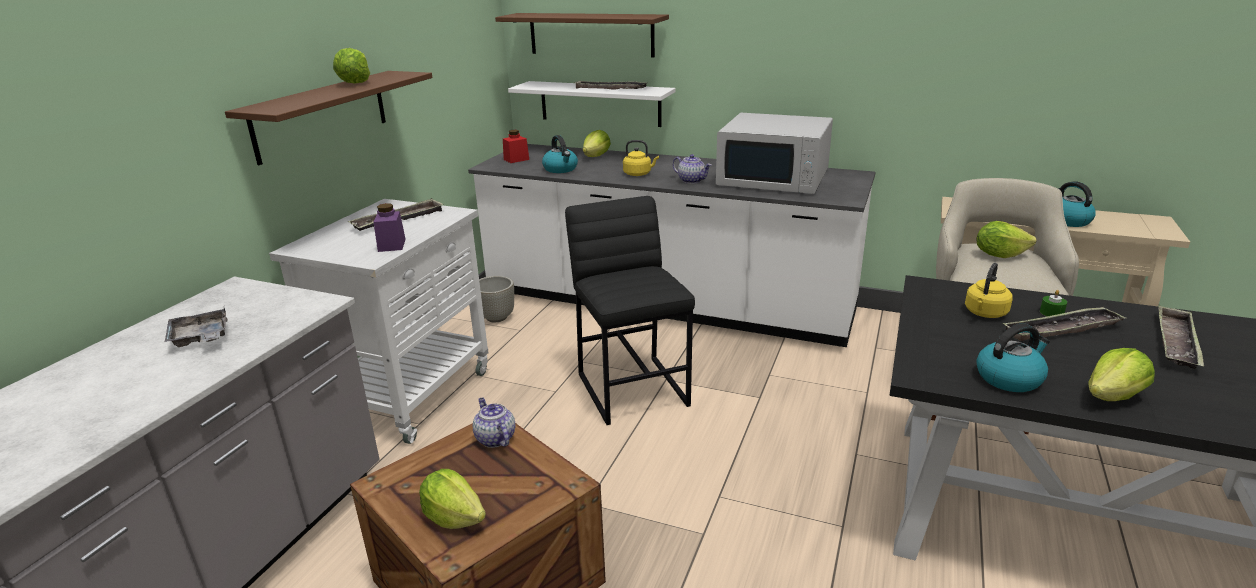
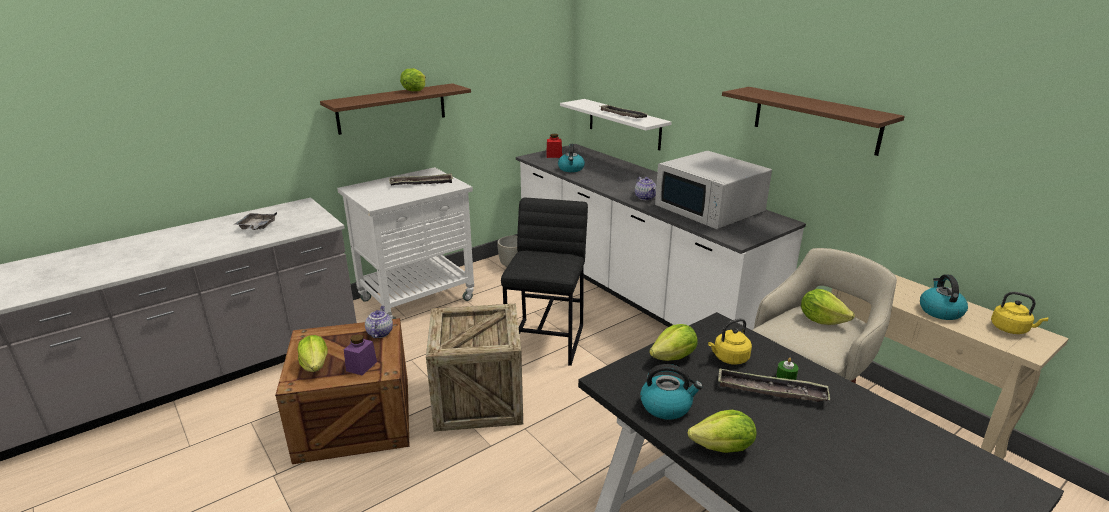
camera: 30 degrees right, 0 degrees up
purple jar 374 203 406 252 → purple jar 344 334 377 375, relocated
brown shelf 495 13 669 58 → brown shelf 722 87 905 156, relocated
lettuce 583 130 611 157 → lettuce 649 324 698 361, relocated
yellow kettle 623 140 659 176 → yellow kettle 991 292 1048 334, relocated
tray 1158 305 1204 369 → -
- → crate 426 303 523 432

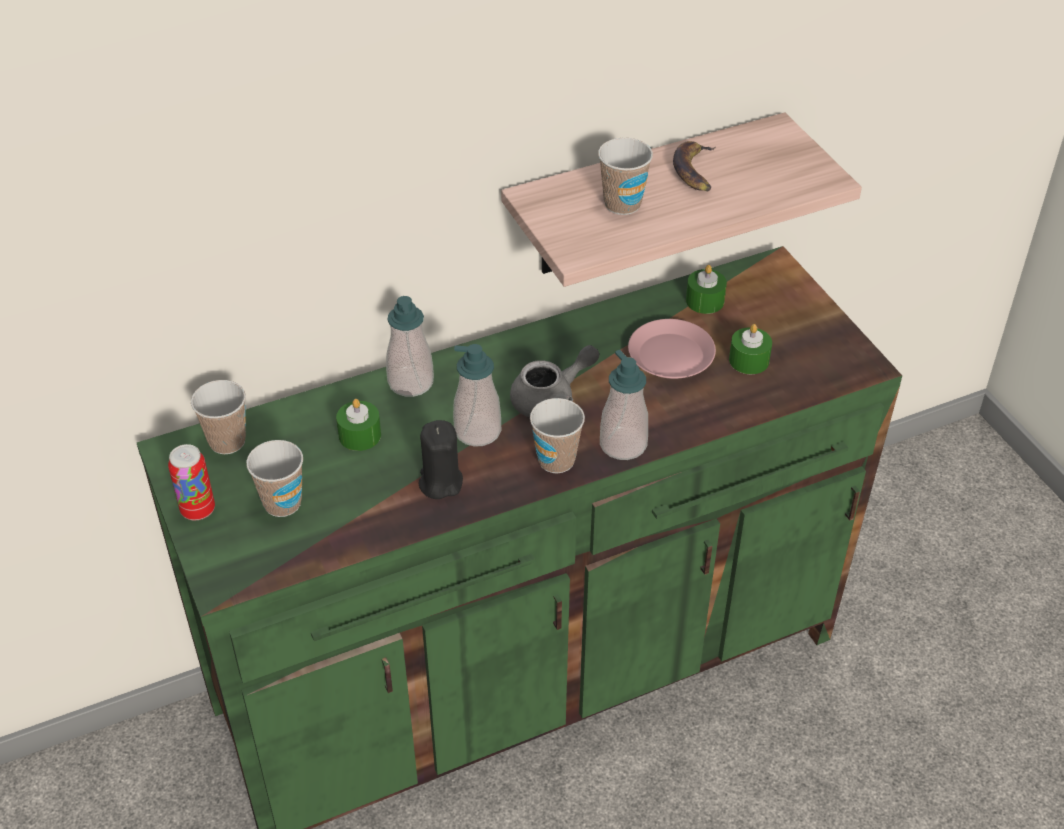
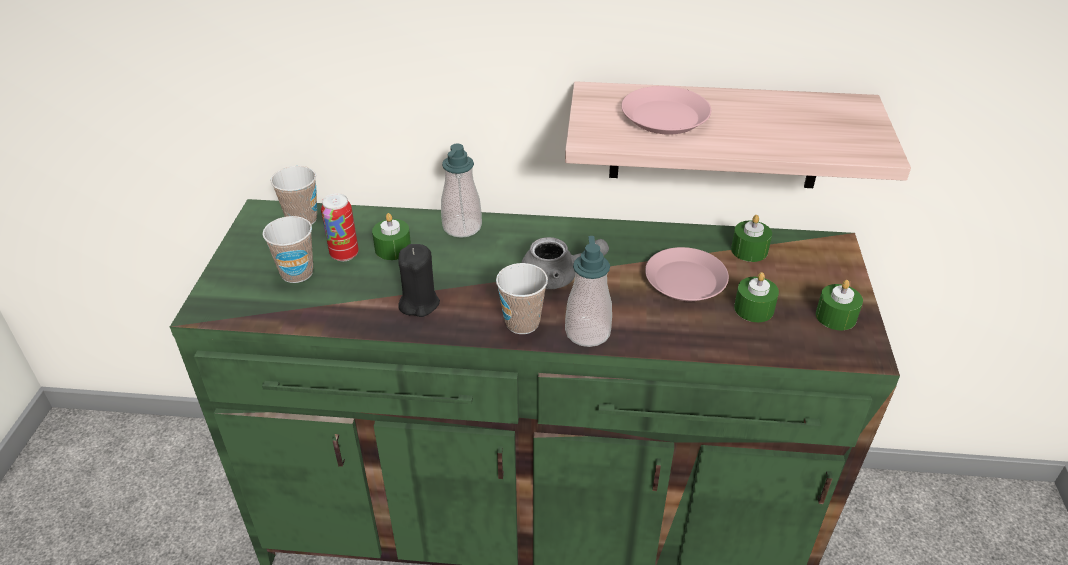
camera: 30 degrees right, 5 degrees down
can 168 444 215 520 → can 321 193 359 261, relocated
soap dispenser 453 344 501 447 → -
cup 598 138 653 215 → pink plate 621 86 711 135
banana 673 141 716 191 → -
- → green candle 816 280 863 330

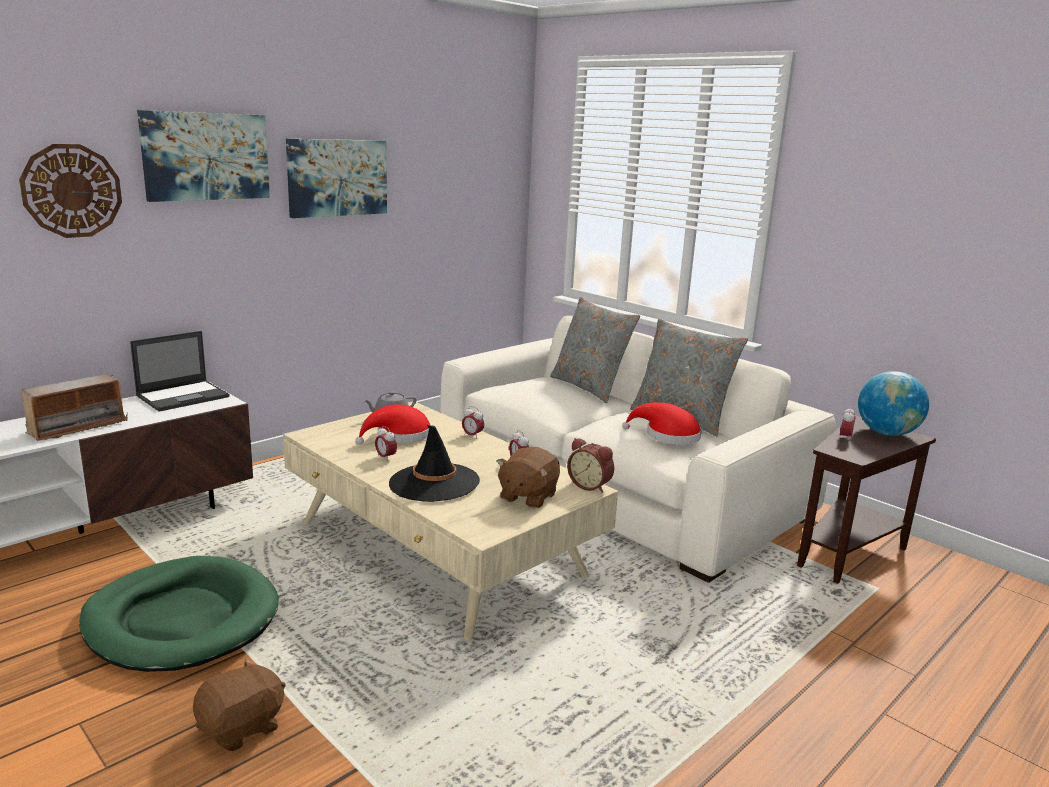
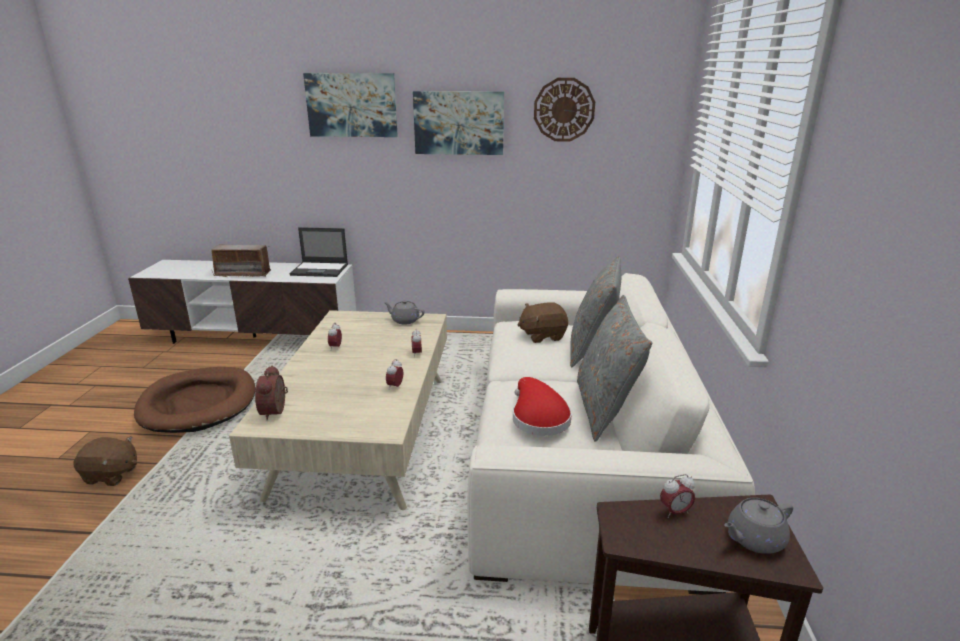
camera: 50 degrees right, 5 degrees up
wall clock 19 144 122 238 → wall clock 534 78 595 142, relocated
green dog bed 79 556 279 672 → brown dog bed 134 367 255 433
red hat 355 404 431 445 → -
black hat 389 425 480 502 → -
brown plush toy 496 447 560 509 → brown plush toy 517 302 568 343, relocated
alarm clock 567 438 614 493 → alarm clock 255 365 288 420, relocated
globe 858 371 929 436 → grey teapot 724 498 793 554

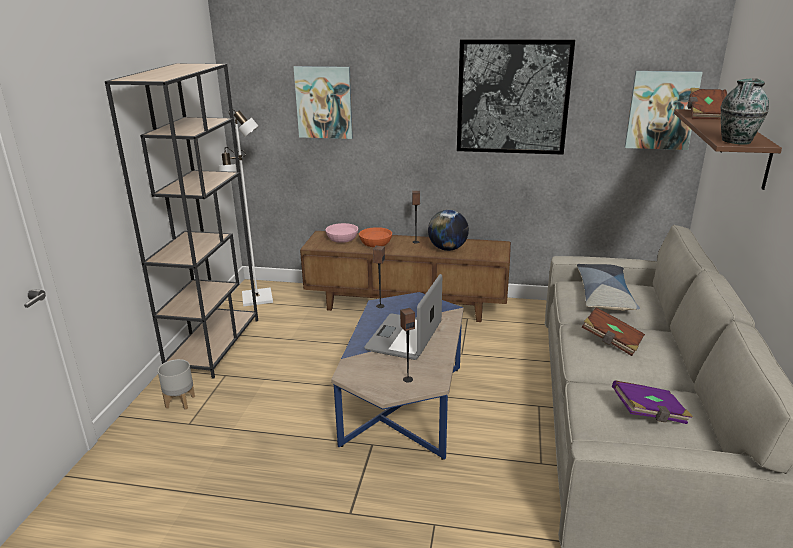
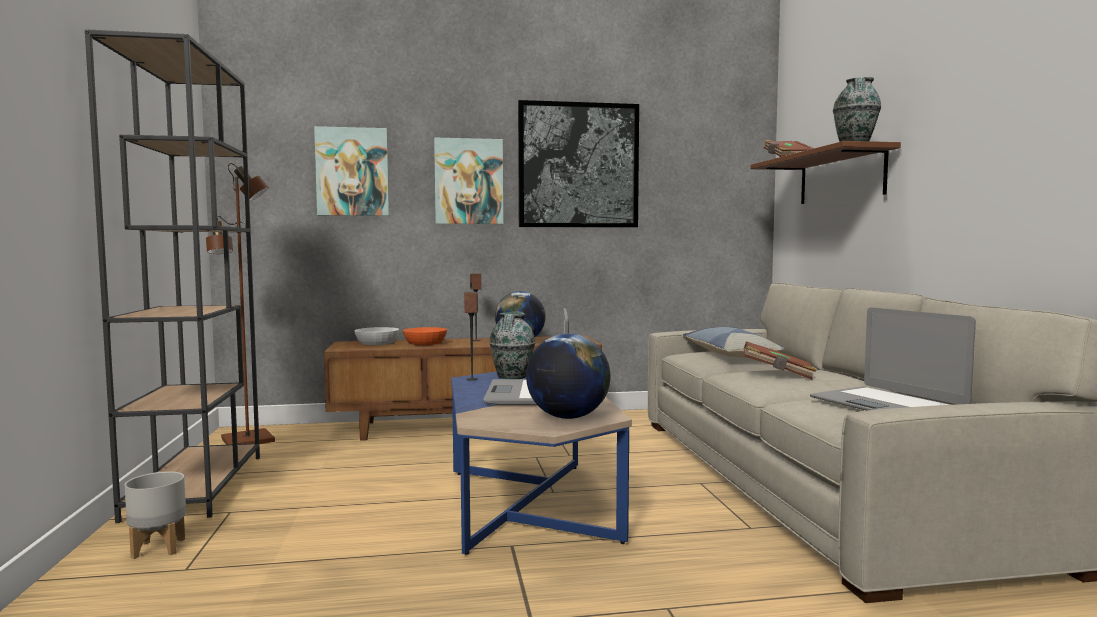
camera: 20 degrees left, 20 degrees down
white floor lamp 218 110 273 306 → brown floor lamp 206 163 275 445
pink bowl 325 223 358 243 → white bowl 354 327 399 345
speaker 400 308 415 383 → globe 526 334 610 419
purple book 612 380 693 424 → laptop 810 307 976 411
picture 625 71 703 150 → picture 434 138 503 224, relocated
- → vase 489 311 535 379

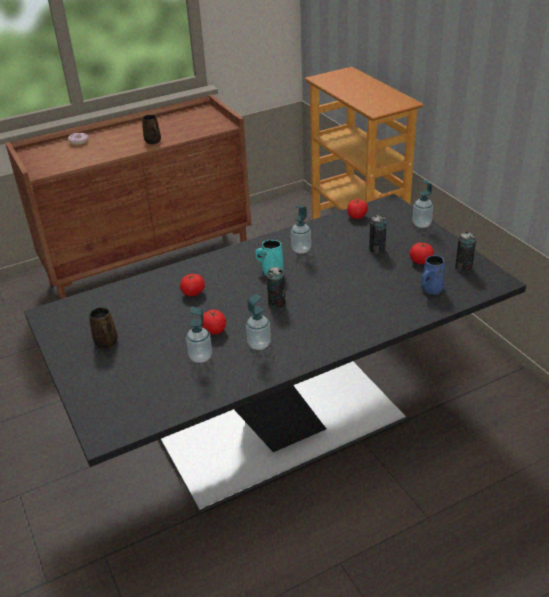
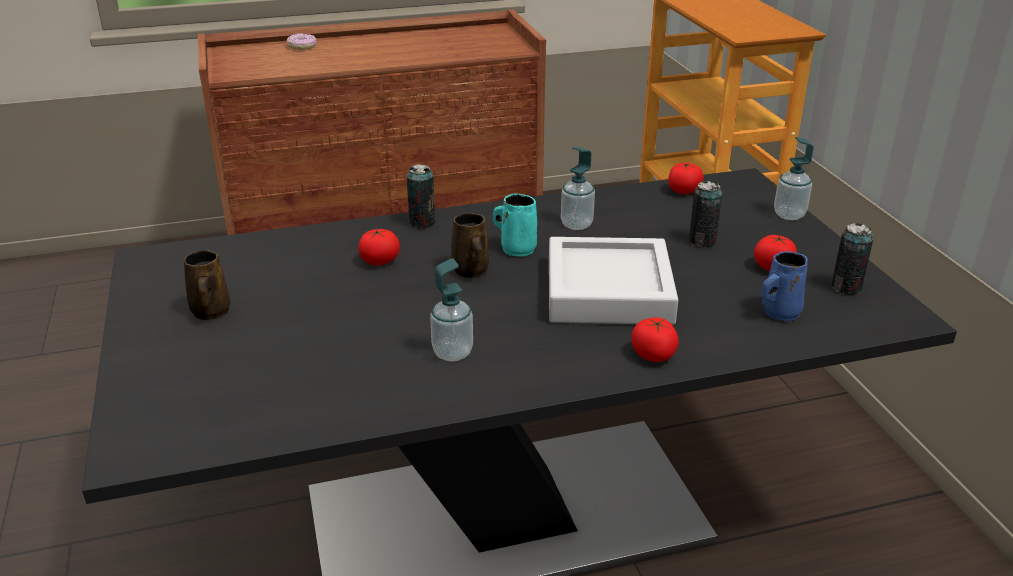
camera: 10 degrees right, 5 degrees down
brown mug 142 115 161 144 → brown mug 451 212 489 278, relocated
soap dispenser 186 307 212 363 → -
tomato 202 309 226 335 → tomato 631 317 679 362, relocated
can 267 267 286 308 → can 407 164 435 228, relocated
- → grey tray 549 237 678 325

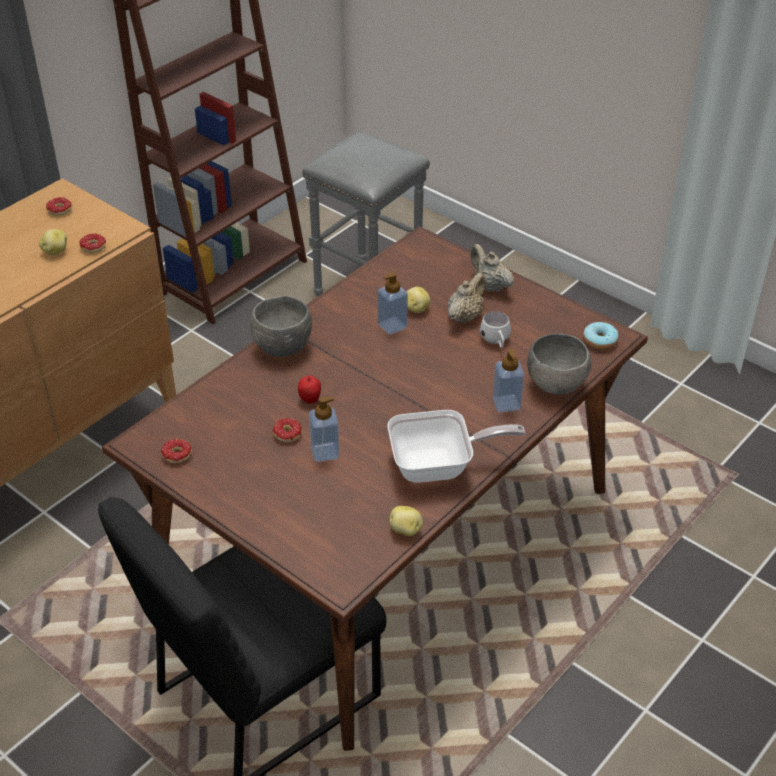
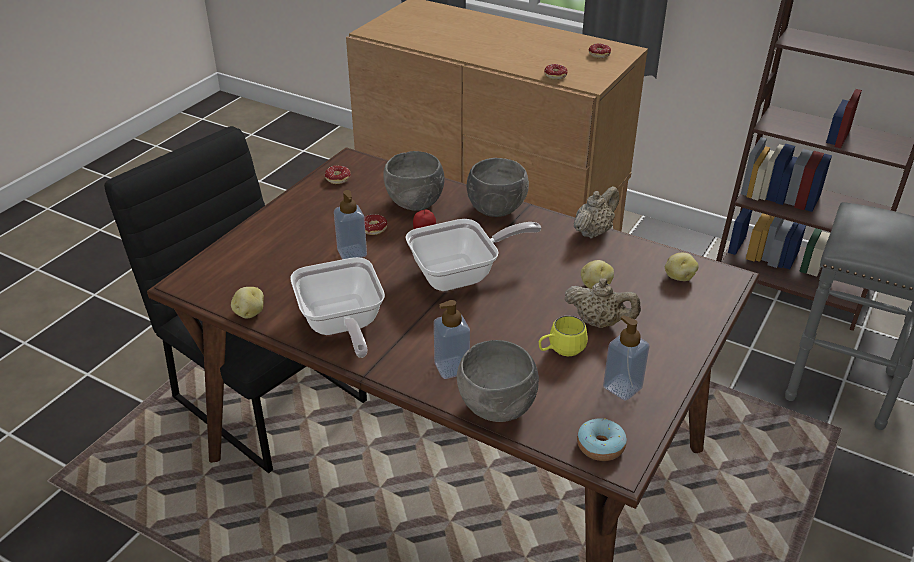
camera: 80 degrees right, 5 degrees down
potato 39 229 67 255 → potato 665 253 699 281, relocated
soap dispenser 378 272 408 335 → soap dispenser 603 315 650 401, relocated
beige teapot 471 244 514 292 → beige teapot 574 186 619 239, relocated
white mug 480 311 511 348 → yellow mug 539 316 588 356
- → grey bowl 383 151 445 211
- → frying pan 405 219 541 291

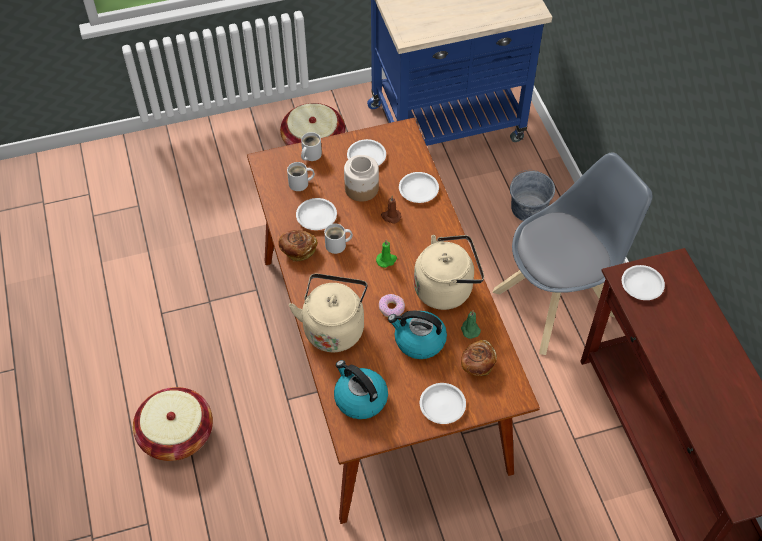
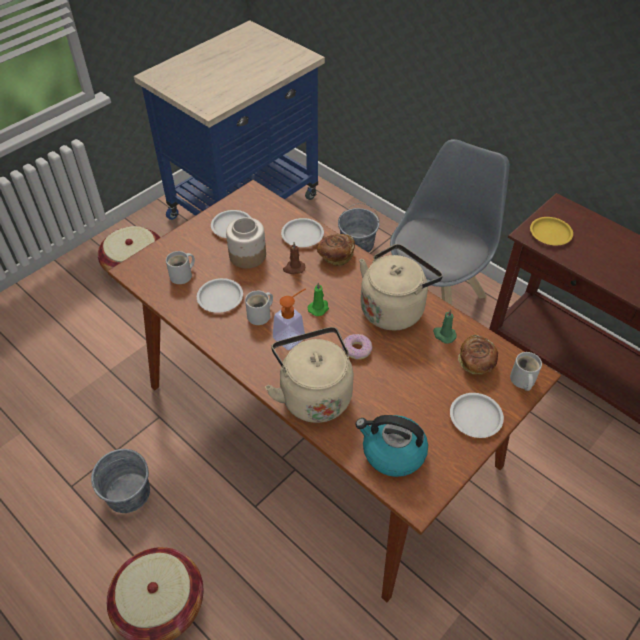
camera: 30 degrees left, 5 degrees down
bread 278 230 317 262 → bread 317 234 355 266, relocated
white mug 301 132 322 161 → white mug 510 352 542 391, relocated
kettle 388 311 447 359 → -
white plate 622 265 665 300 → yellow plate 530 217 573 245
- → grey bucket 91 449 150 513
- → soap dispenser 273 288 306 350

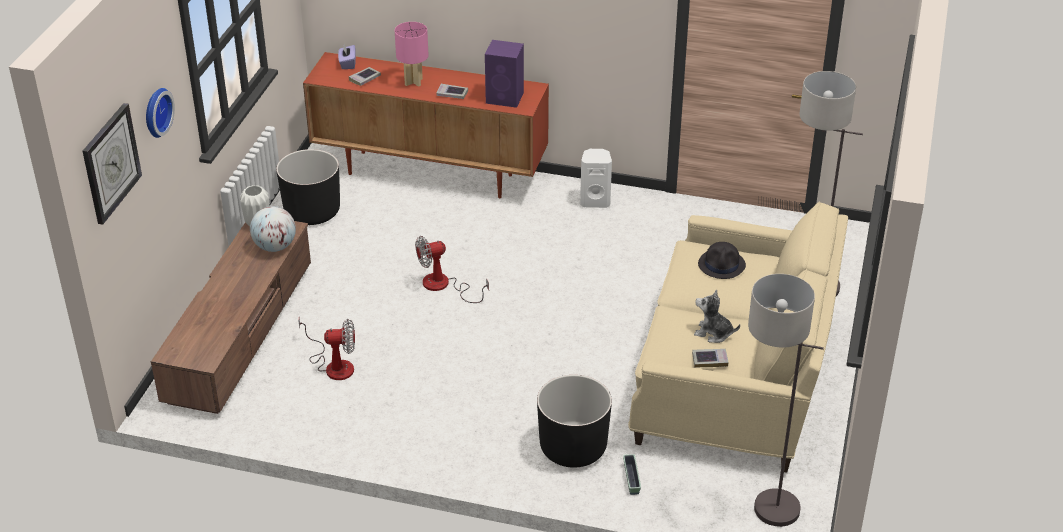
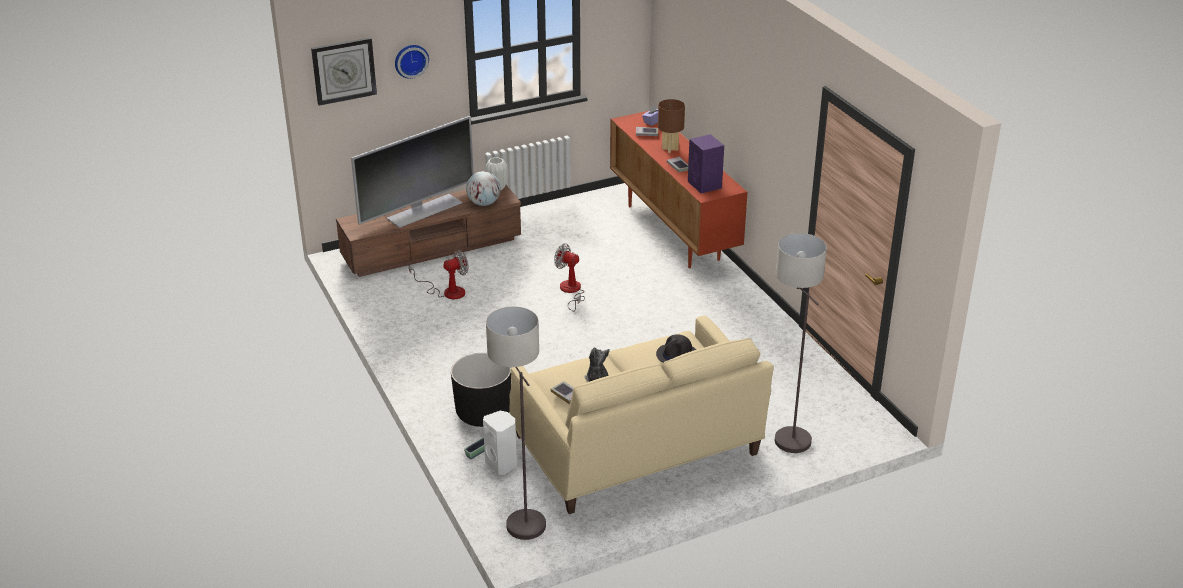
camera: 50 degrees right, 5 degrees down
black planter 276 149 340 225 → -
fan 299 318 355 380 → fan 408 250 469 299, 75 degrees counterclockwise
pink table lamp 395 22 429 87 → brown table lamp 658 99 685 153
white speaker 580 149 612 208 → white speaker 483 411 517 475, relocated
- → television 351 116 474 228

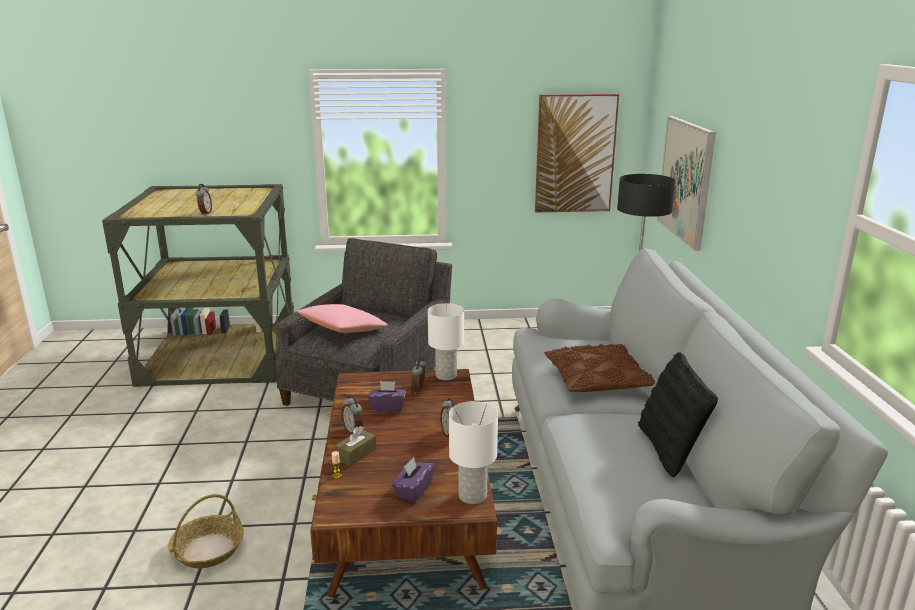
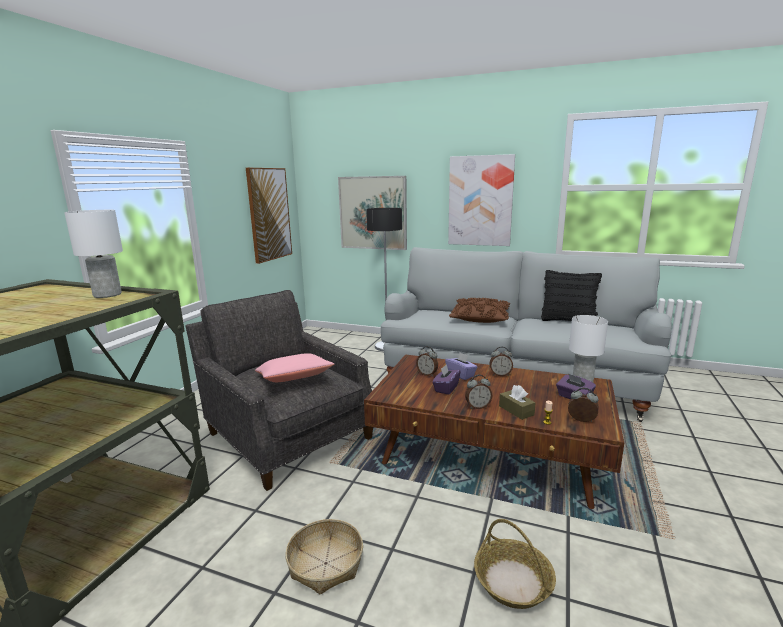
camera: 65 degrees left, 5 degrees down
alarm clock 195 184 212 215 → alarm clock 568 387 599 422, relocated
white table lamp 428 303 464 380 → white table lamp 64 210 123 298, relocated
- → basket 285 519 363 594
- → purple tissue box 445 352 477 380
- → picture 448 154 515 246

